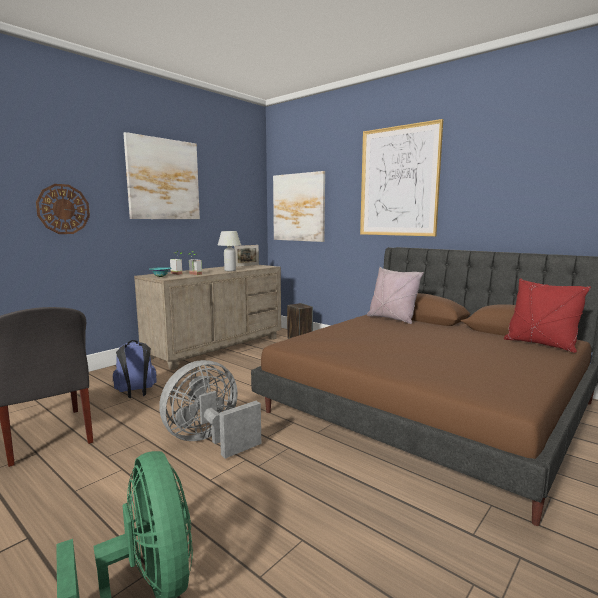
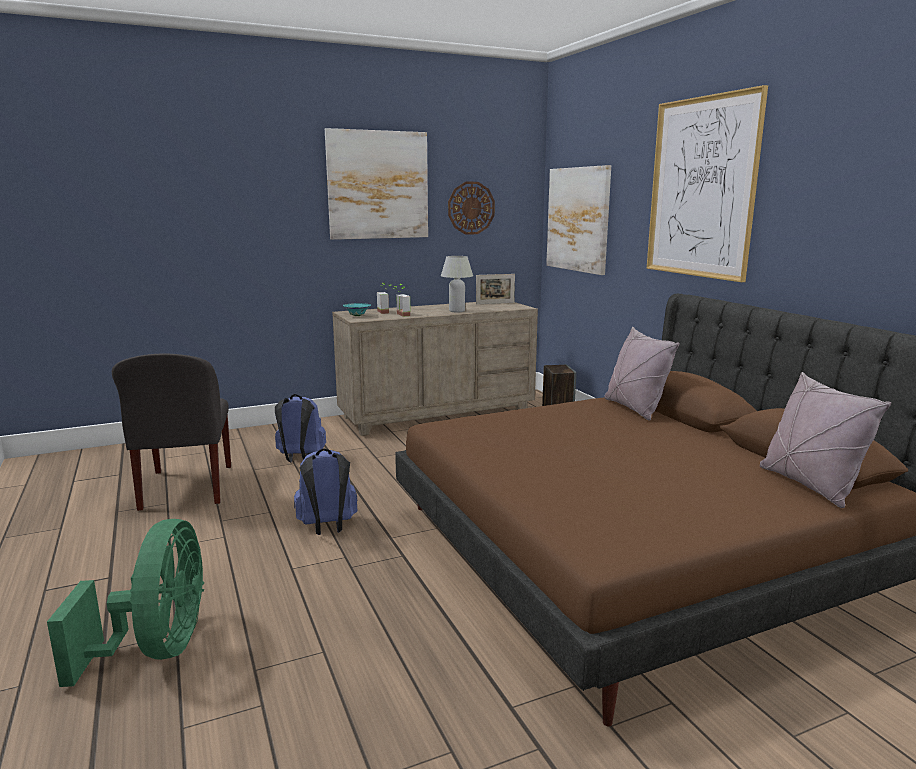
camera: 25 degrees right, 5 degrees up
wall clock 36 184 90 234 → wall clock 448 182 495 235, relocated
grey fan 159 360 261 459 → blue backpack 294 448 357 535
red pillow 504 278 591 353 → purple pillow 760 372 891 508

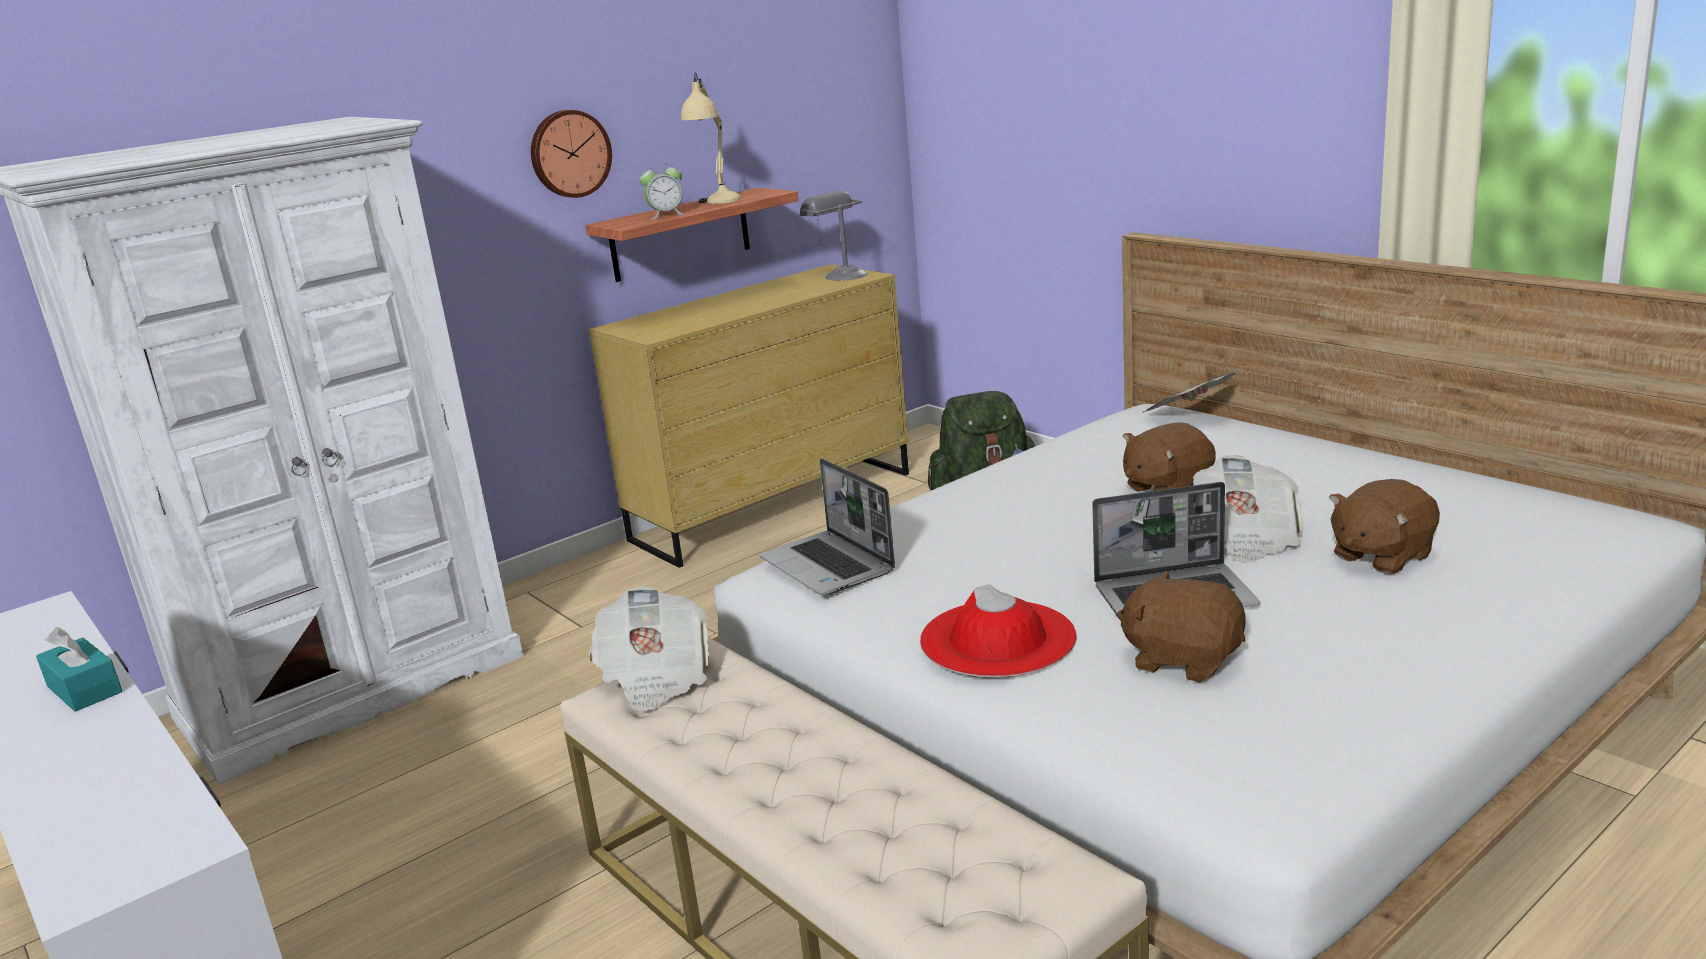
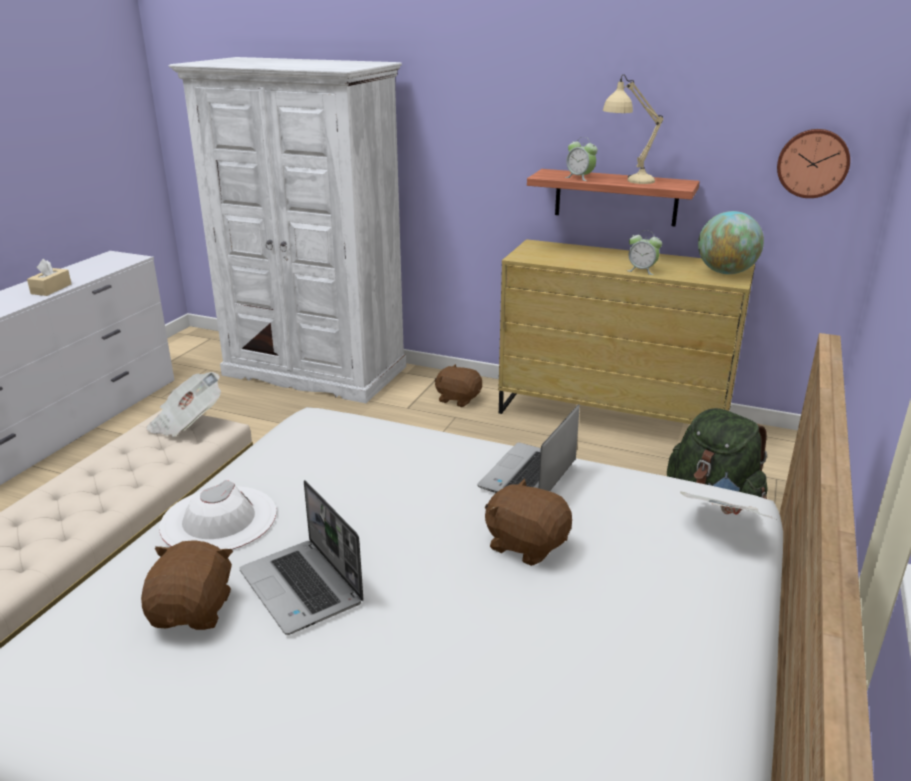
camera: 60 degrees right, 5 degrees up
turquoise tissue box 36 627 122 712 → beige tissue box 27 259 71 296
wall clock 531 110 612 198 → wall clock 777 129 850 198, relocated
laptop 759 458 895 595 → laptop 478 404 580 493, relocated
grey table lamp 800 190 868 281 → globe 698 211 764 274
red hat 920 584 1077 677 → white hat 159 480 276 550
newspaper 1193 455 1302 563 → -
brown plush toy 1329 479 1440 574 → brown plush toy 435 364 482 407, relocated
- → alarm clock 627 230 662 275

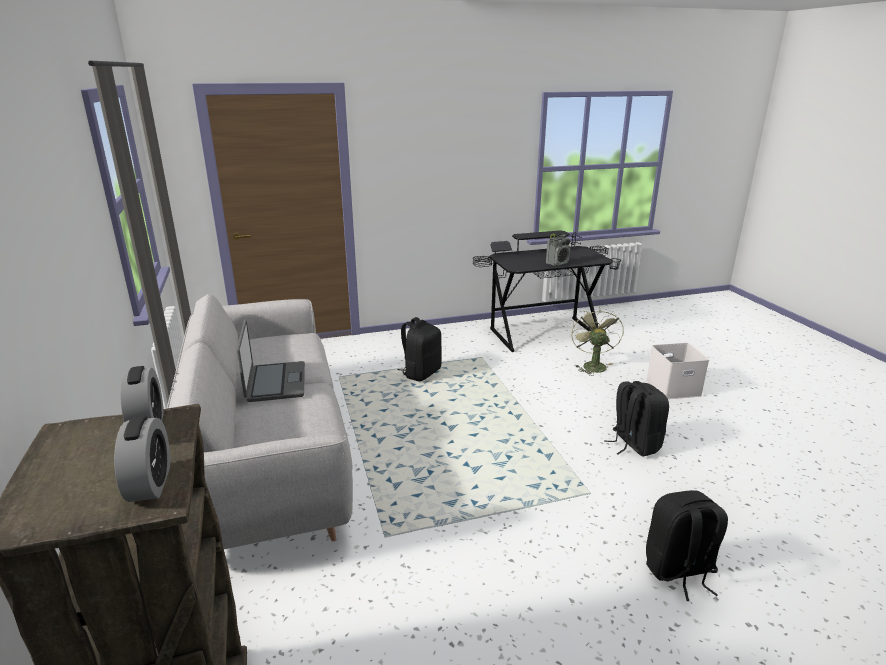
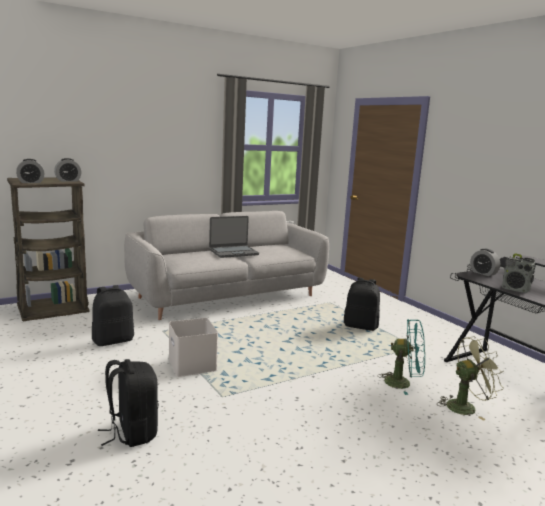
camera: 75 degrees right, 10 degrees down
black backpack 604 381 669 457 → black backpack 92 285 134 346, relocated
white storage box 646 343 709 399 → white storage box 169 318 218 377, relocated
- → turquoise fan 377 319 425 395
- → alarm clock 470 249 500 276

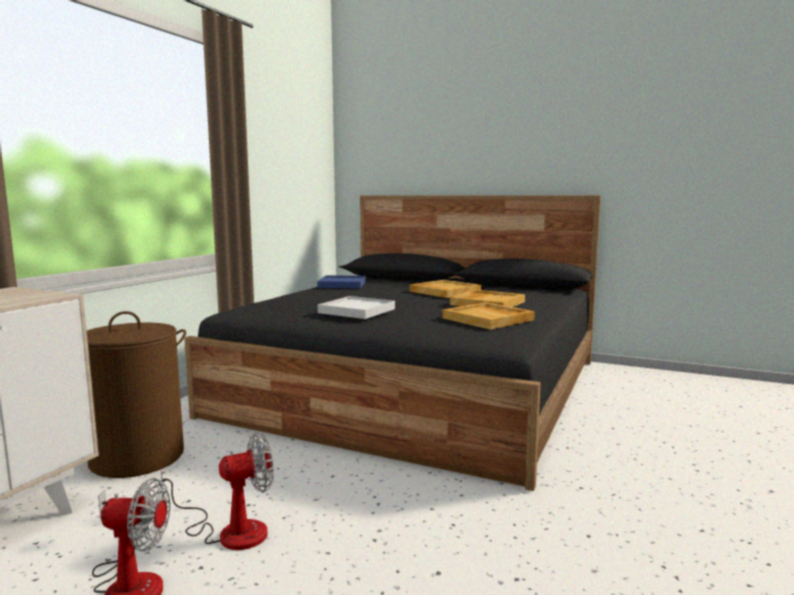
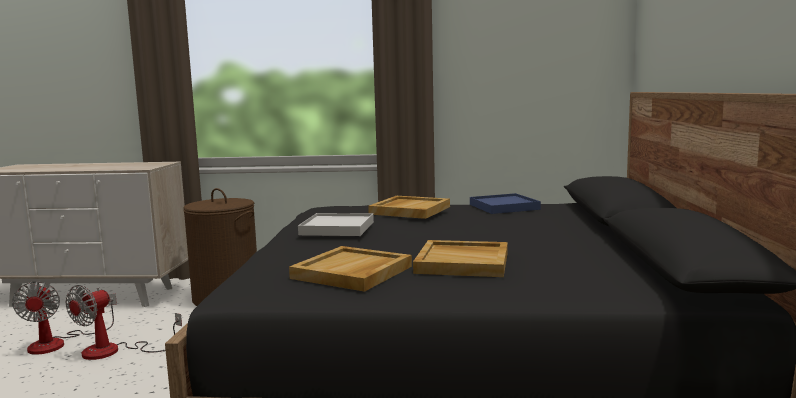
camera: 70 degrees right, 0 degrees up
fan 161 433 274 550 → fan 65 285 182 360, 75 degrees clockwise
beige tray 410 280 481 298 → beige tray 368 196 450 219, relocated

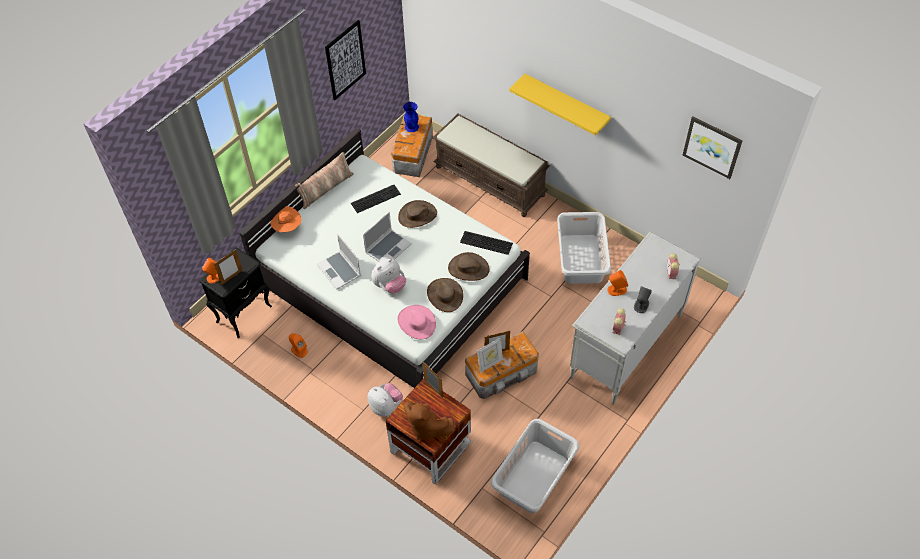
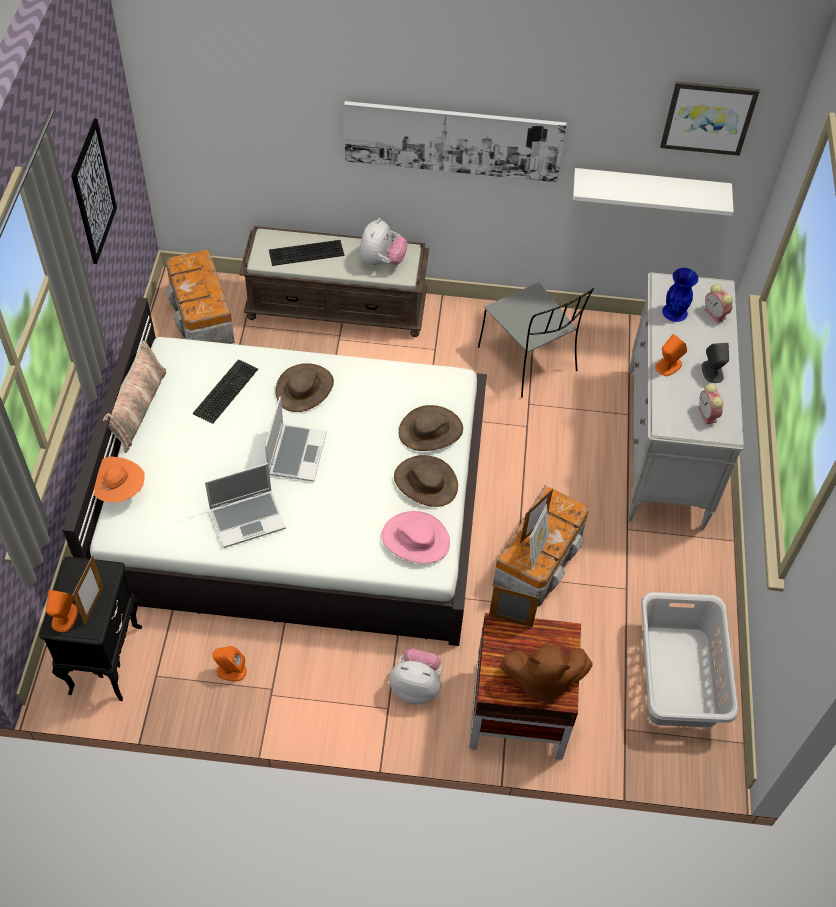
camera: 35 degrees left, 0 degrees up
laptop 316 233 361 290 → laptop 205 463 286 548, 45 degrees counterclockwise
plush toy 371 259 406 294 → plush toy 359 218 408 266, relocated
blue vase 403 102 419 132 → blue vase 662 268 698 322, relocated
keyboard 460 231 513 255 → keyboard 269 240 344 266, relocated
yellow shelf 509 74 611 136 → picture 344 101 567 182
grey laundry basket 557 212 611 284 → grey chair 478 282 594 398
- → white shelf 573 168 734 216

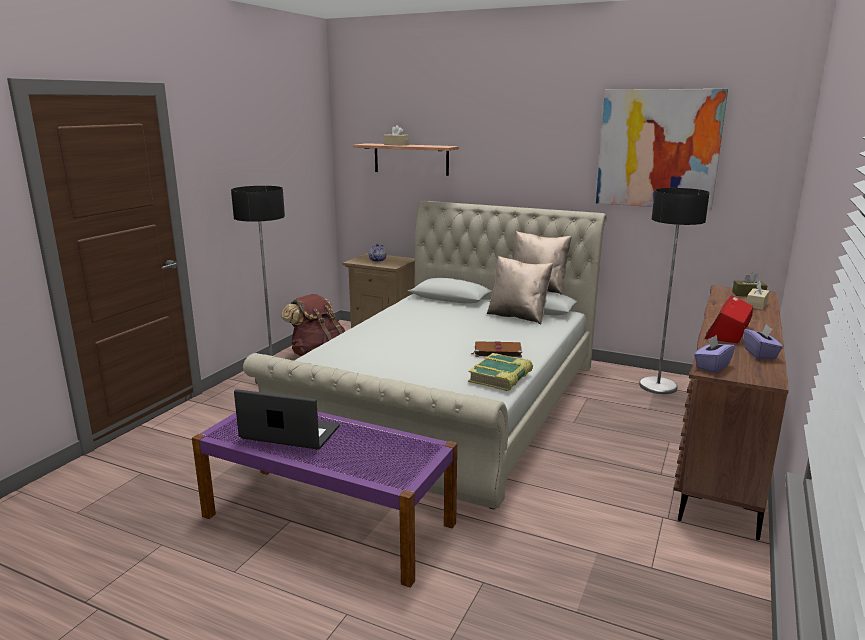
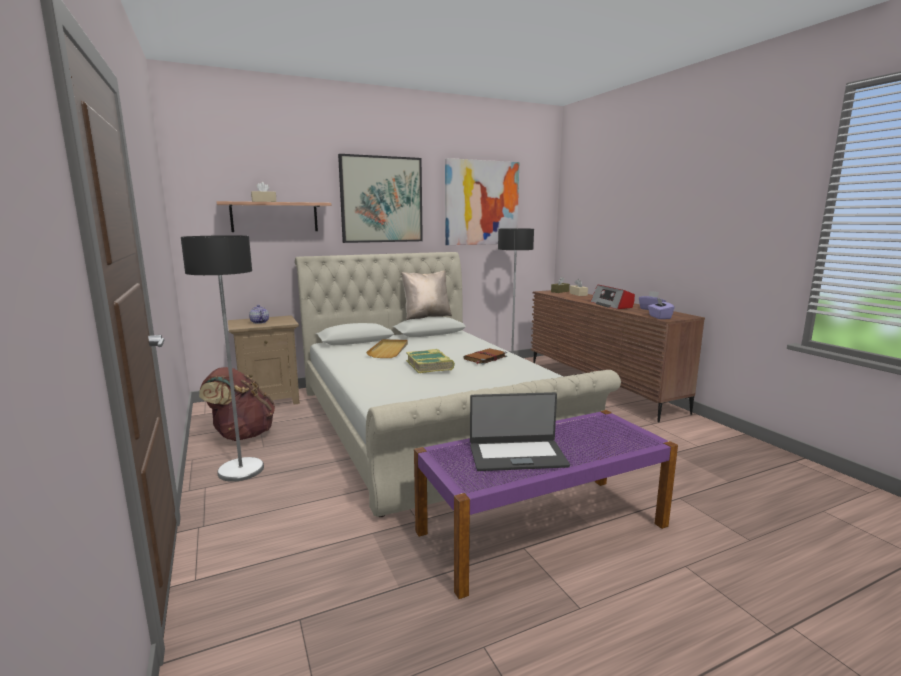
camera: 50 degrees left, 5 degrees down
laptop 234 389 340 450 → laptop 470 392 570 471, 150 degrees counterclockwise
book 468 353 533 391 → book 406 349 455 373, relocated
beige pillow 487 256 553 324 → -
- → picture 338 154 423 243
- → beige tray 366 339 408 358

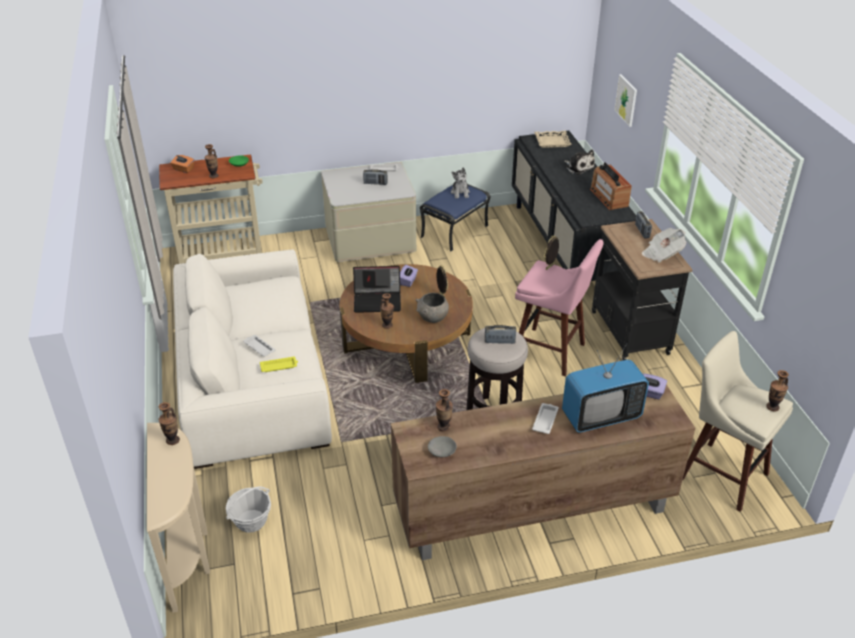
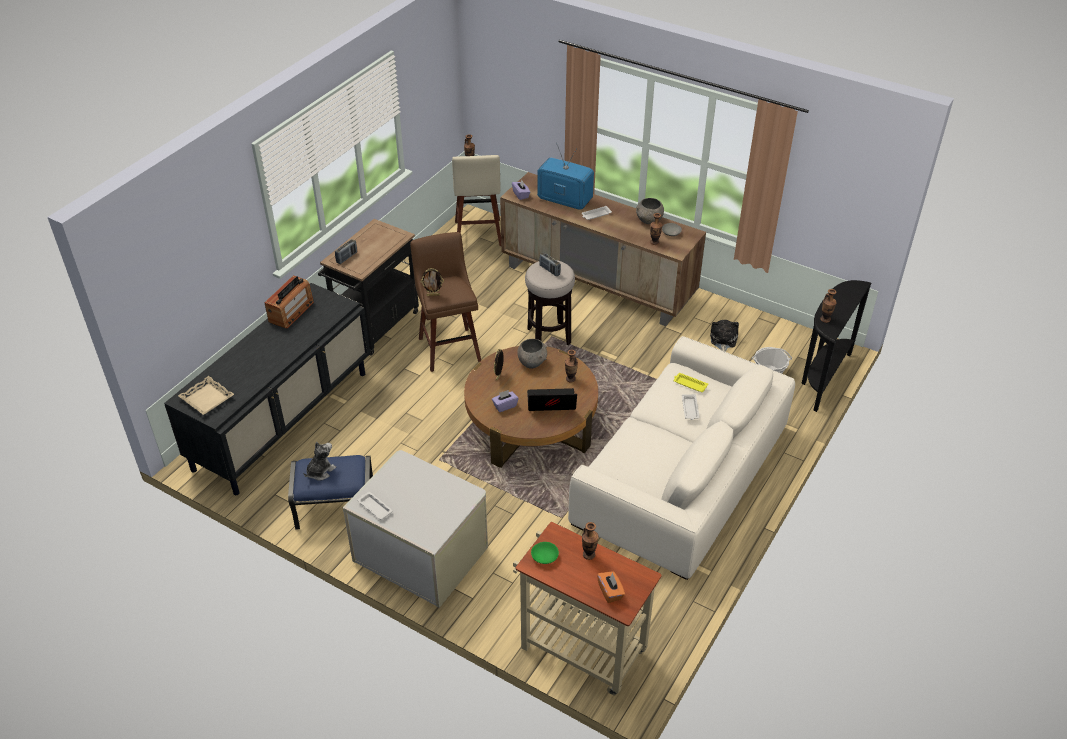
camera: 135 degrees left, 5 degrees up
beige console table 147 423 210 613 → black console table 801 280 872 412
laptop 353 266 401 313 → laptop 527 388 577 411, 45 degrees counterclockwise
radio 363 169 387 185 → -
pink stool 515 239 604 376 → brown stool 410 232 481 372
plush toy 564 150 595 175 → plush toy 710 320 739 352, relocated
picture 614 74 637 127 → -
newspaper 642 228 686 263 → -
- → grey bowl 636 198 664 224

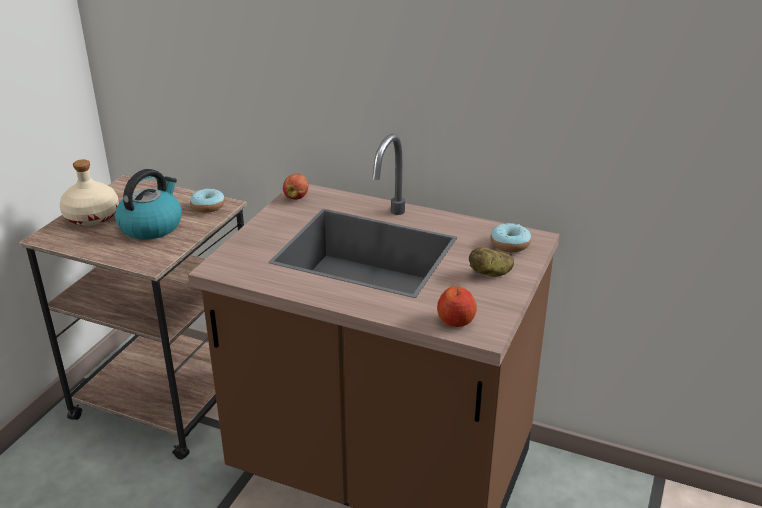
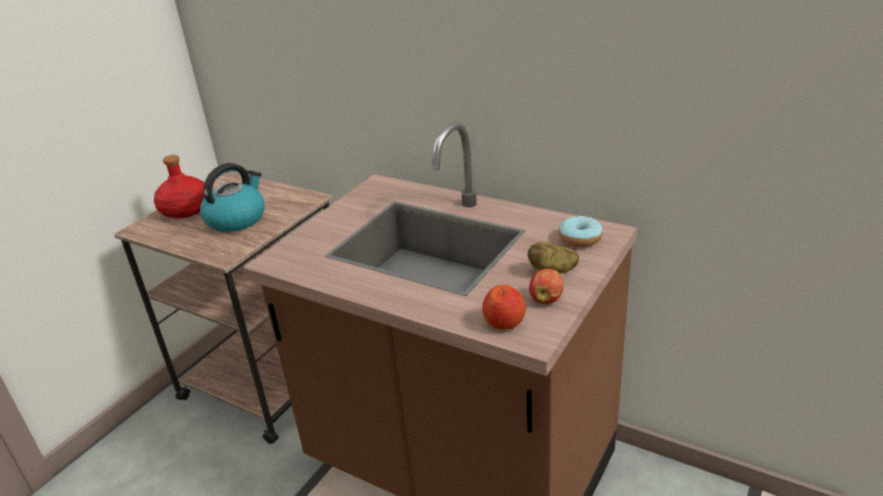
camera: 10 degrees right, 0 degrees up
beige bottle 60 159 119 226 → red bottle 154 155 205 218
donut 190 189 225 213 → -
apple 283 174 308 200 → apple 529 268 564 304, relocated

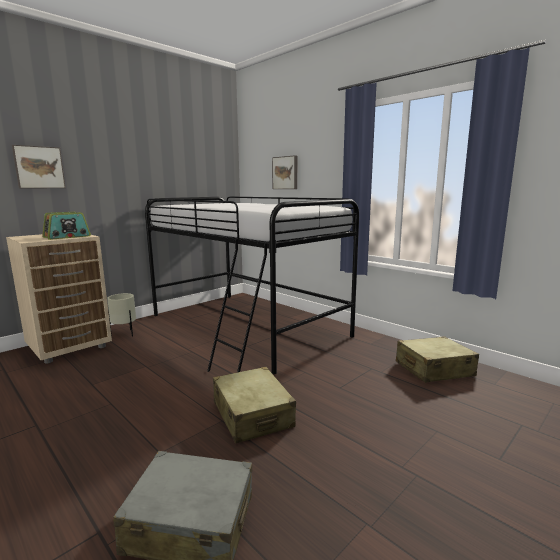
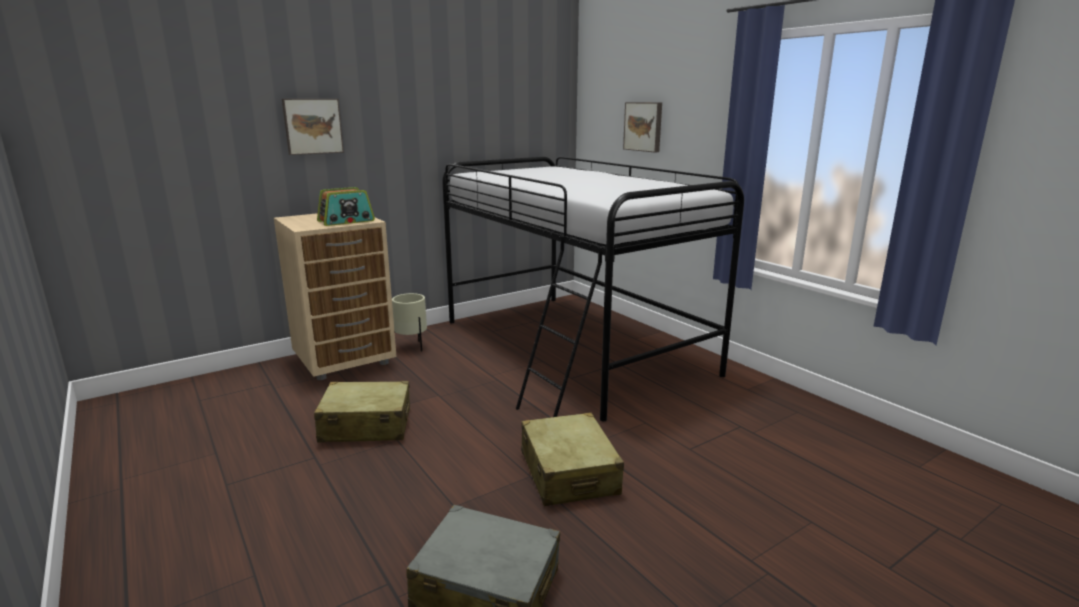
camera: 10 degrees right, 5 degrees up
beige suitcase 396 336 479 383 → beige suitcase 314 381 410 442, relocated

